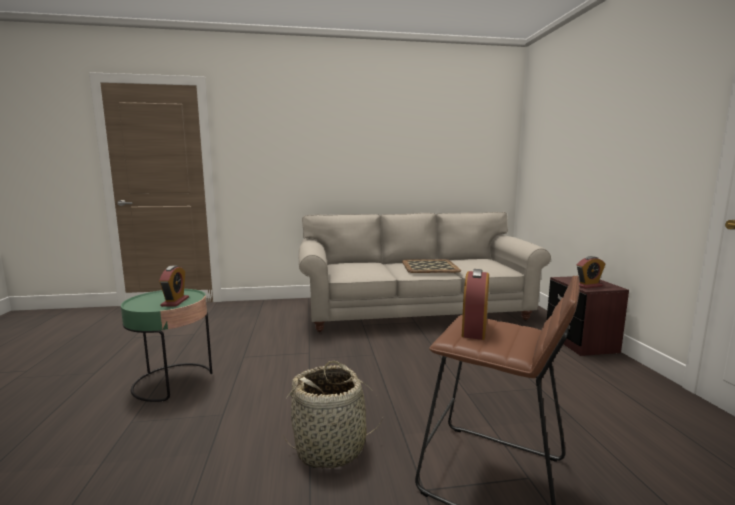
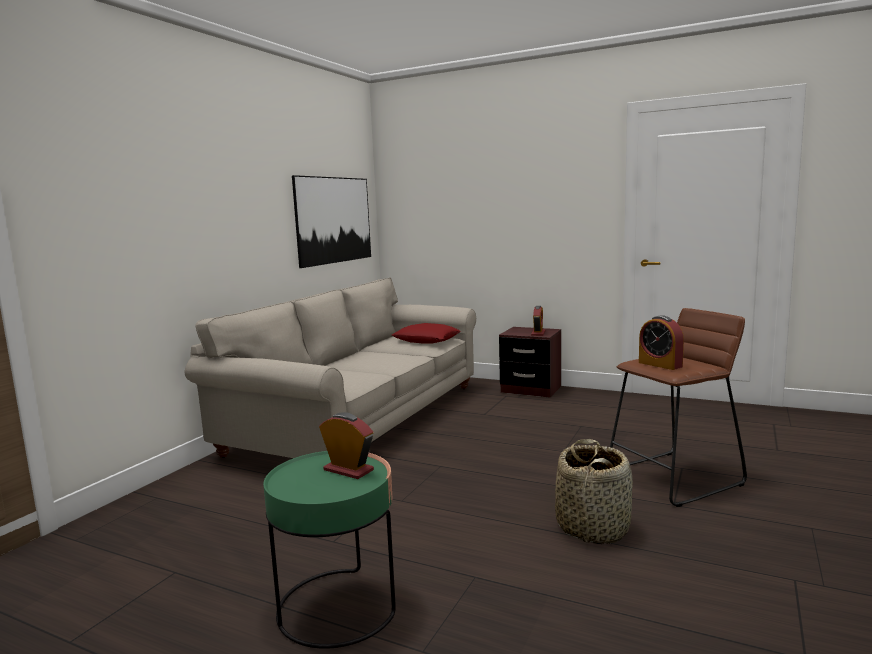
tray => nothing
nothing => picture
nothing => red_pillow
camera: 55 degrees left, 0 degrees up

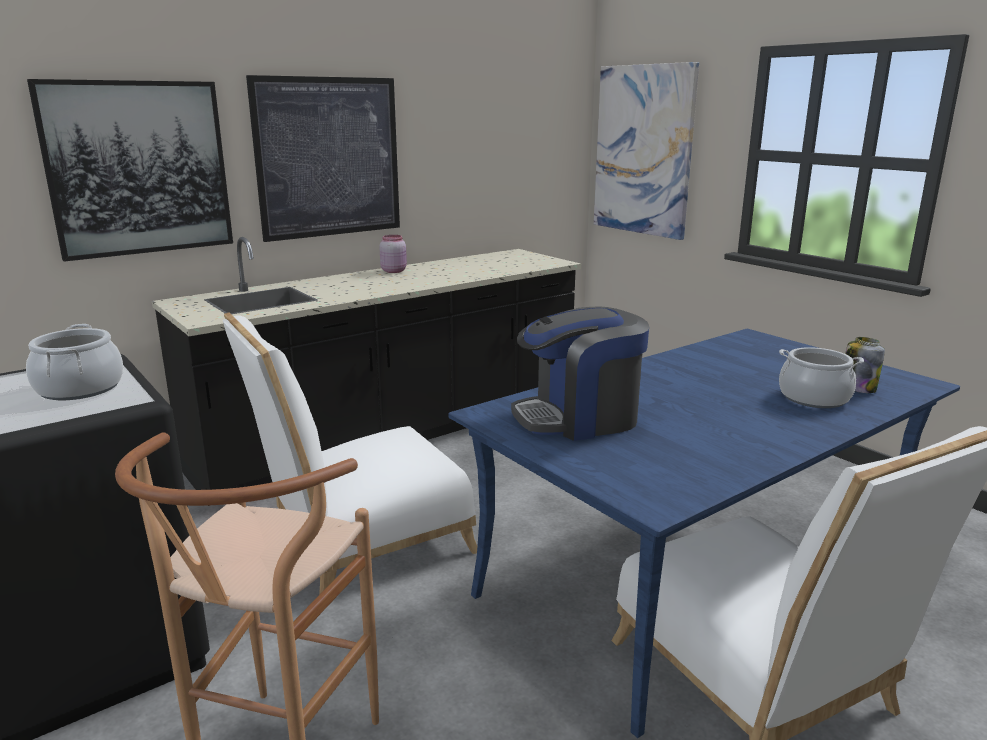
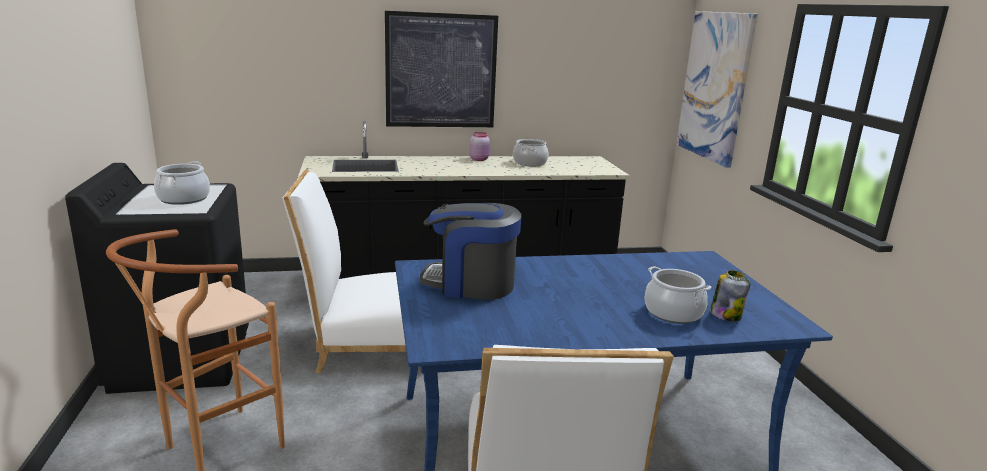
picture (1st from left) => nothing
nothing => cooking_pot (2nd from left)
camera: 25 degrees right, 0 degrees up

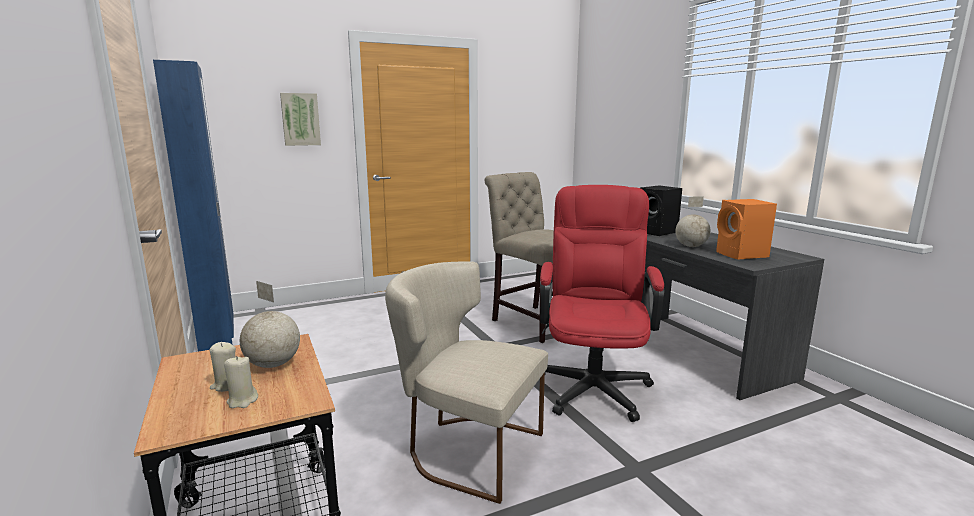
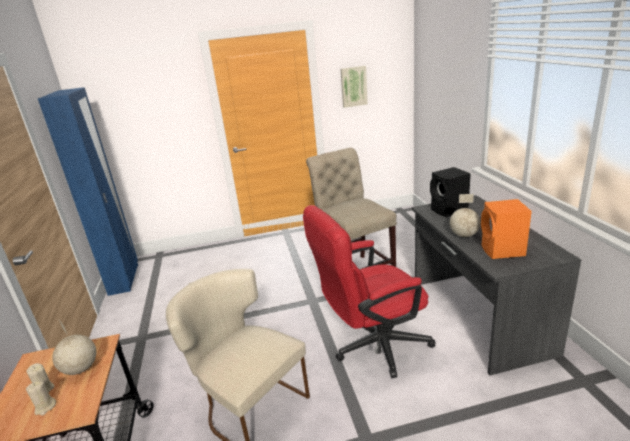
picture, move
red_office_chair, 135 degrees counterclockwise
camera: 15 degrees right, 10 degrees up

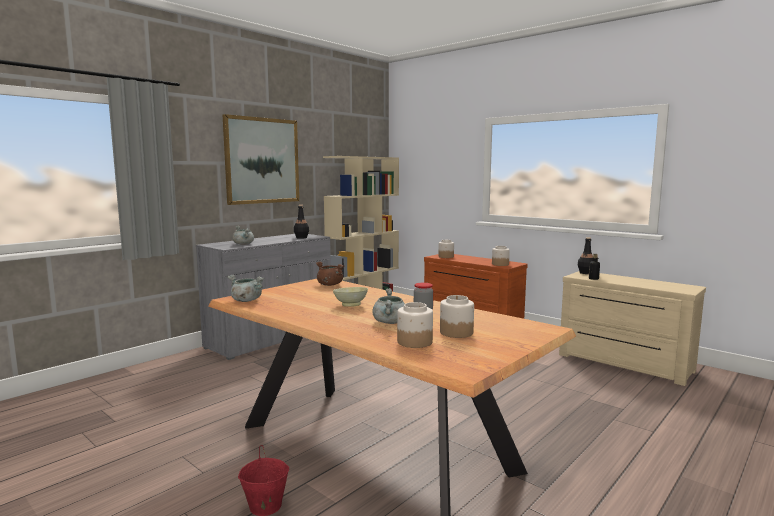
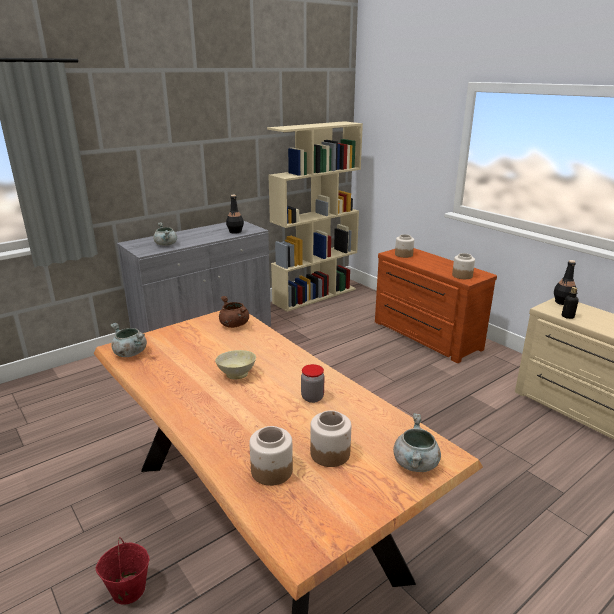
picture => nothing
grey_cooking_pot (3rd from left), move
camera: 10 degrees right, 15 degrees up

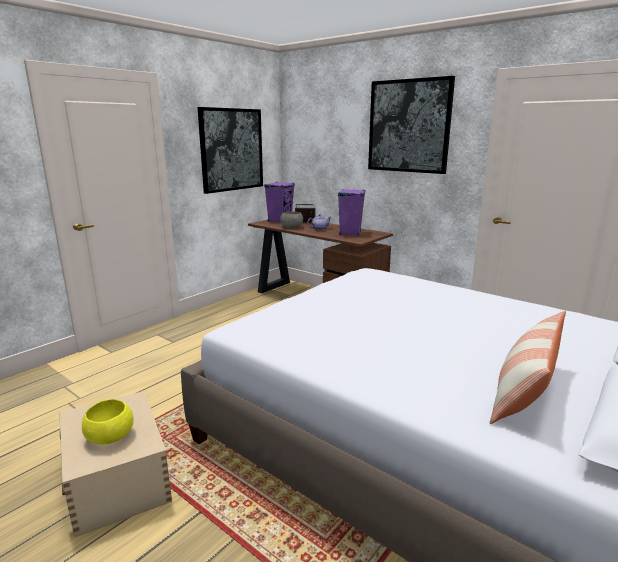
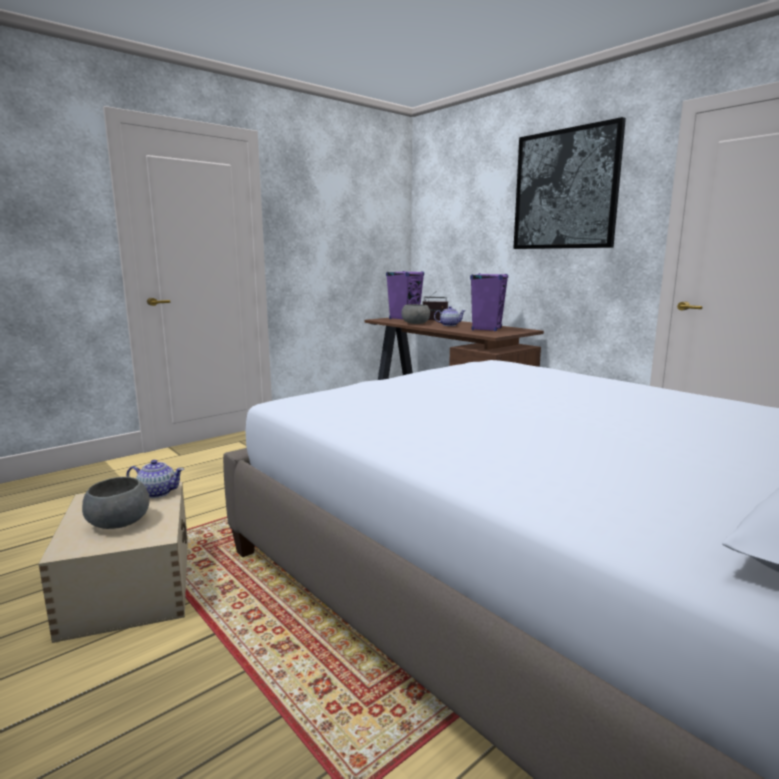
picture (1st from left) => nothing
pillow => nothing
nothing => teapot (1st from left)
yellow_bowl => grey_bowl (1st from left)
camera: 10 degrees right, 5 degrees down

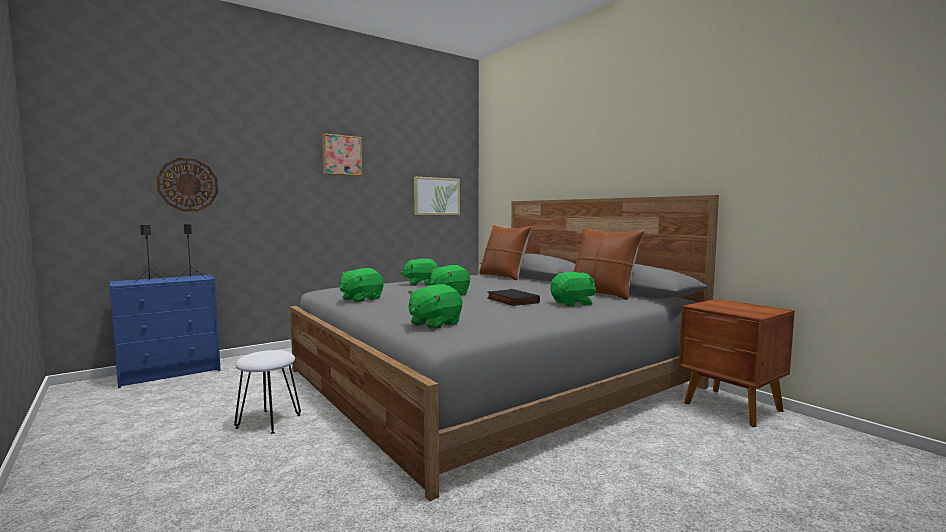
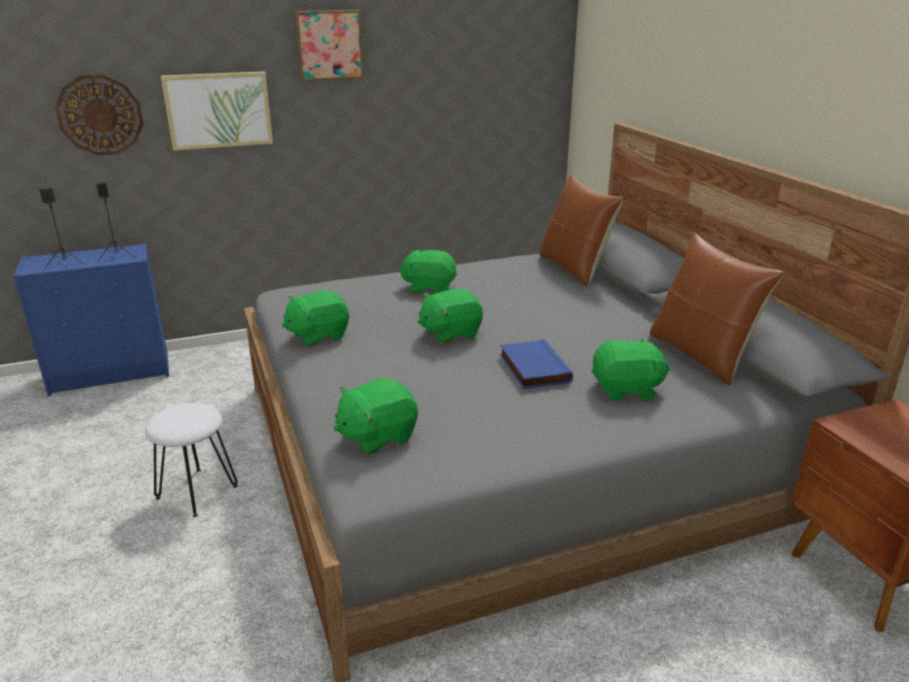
picture (2nd from left in the first image) => picture (1st from left), move
black_book => blue_book
camera: 15 degrees right, 20 degrees up

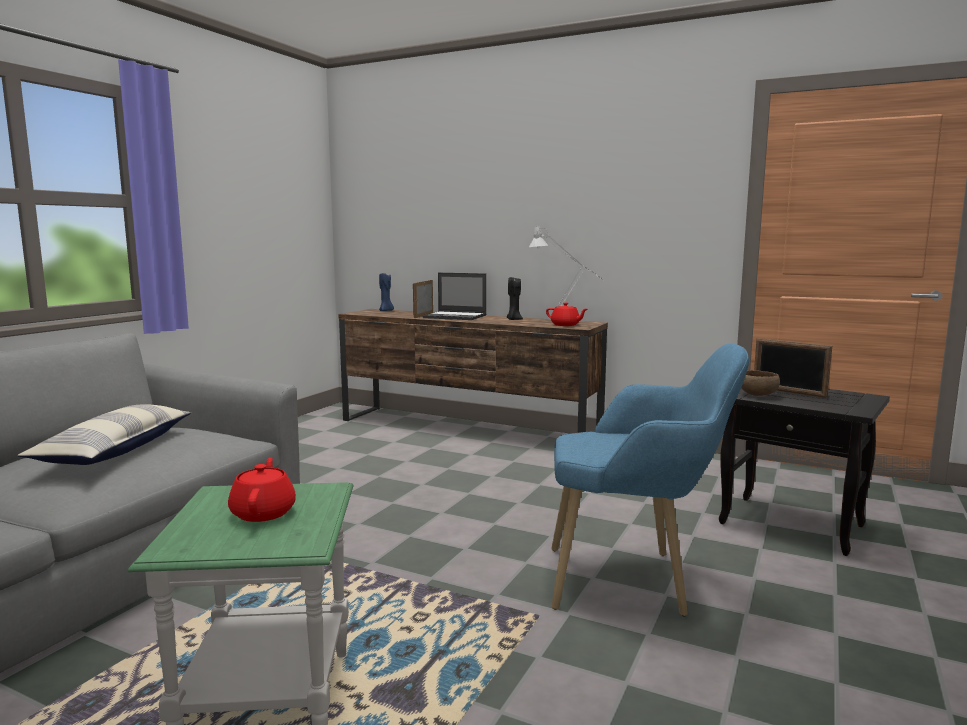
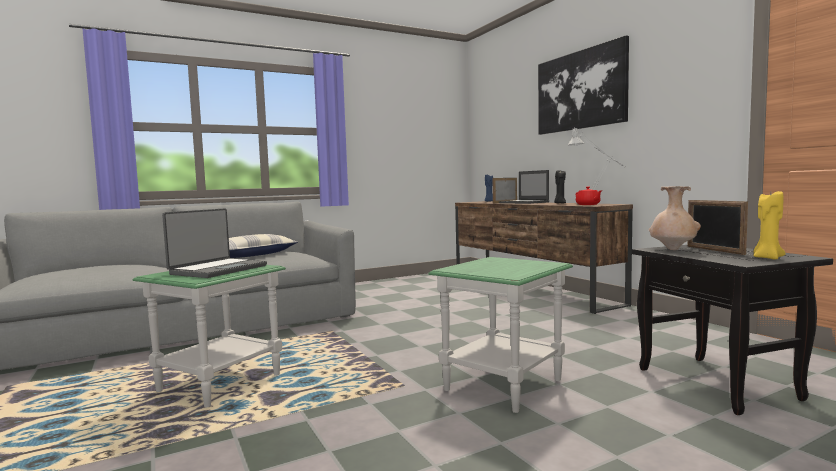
nothing => picture
nothing => yellow_candle
red_teapot (1st from left) => laptop (1st from left)
blue_armchair => green_side_table (2nd from left)
brown_bowl => beige_vase
camera: 35 degrees right, 5 degrees down

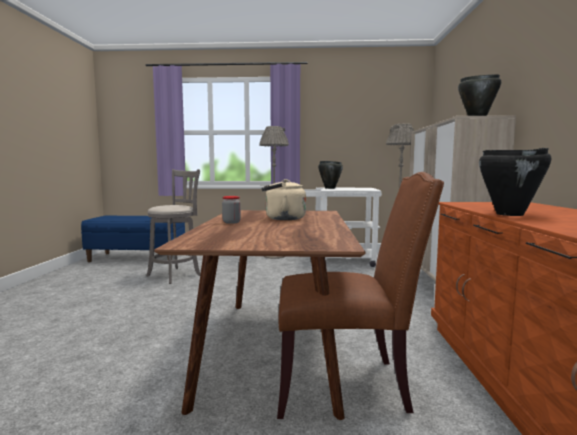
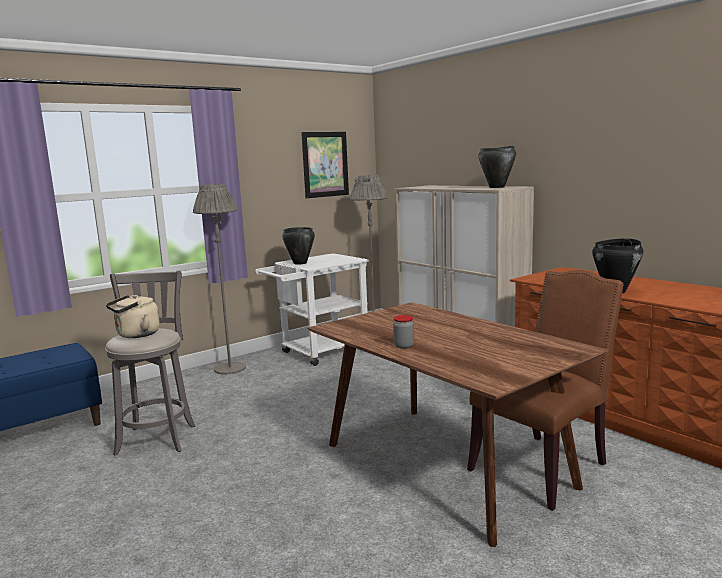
nothing => picture
beige_kettle, move
camera: 40 degrees left, 5 degrees up

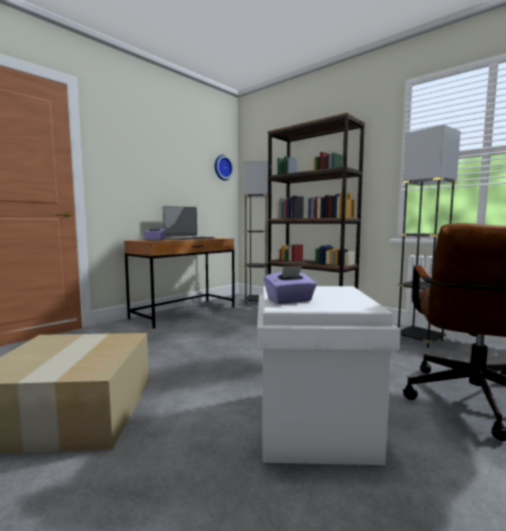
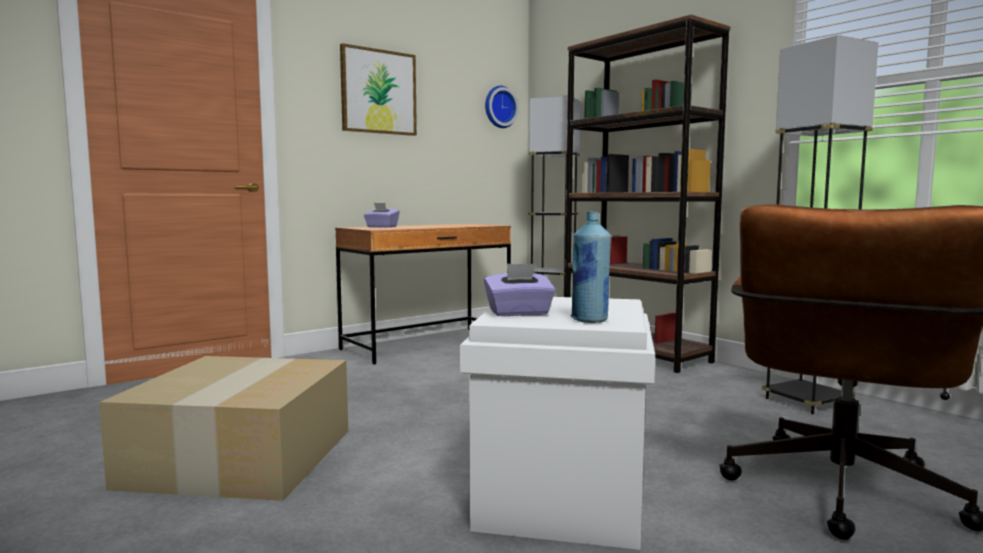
laptop => nothing
nothing => picture
nothing => blue_bottle
camera: 10 degrees right, 0 degrees up

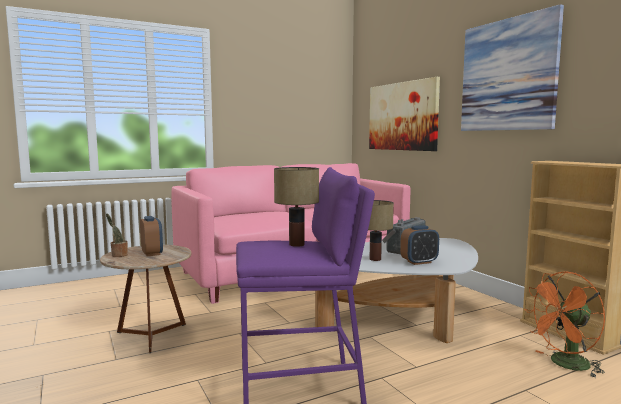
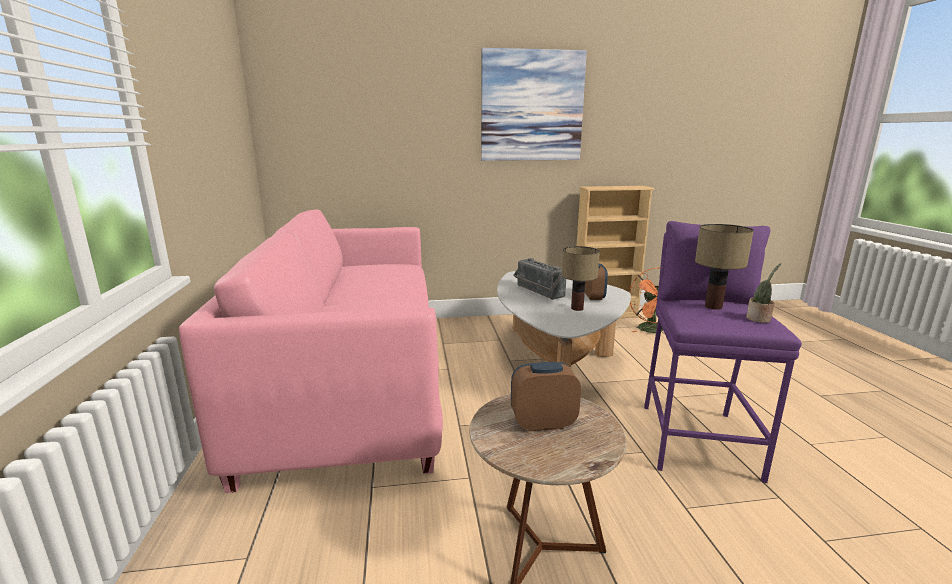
picture (1st from left) => nothing
potted_plant, move
camera: 70 degrees left, 10 degrees up

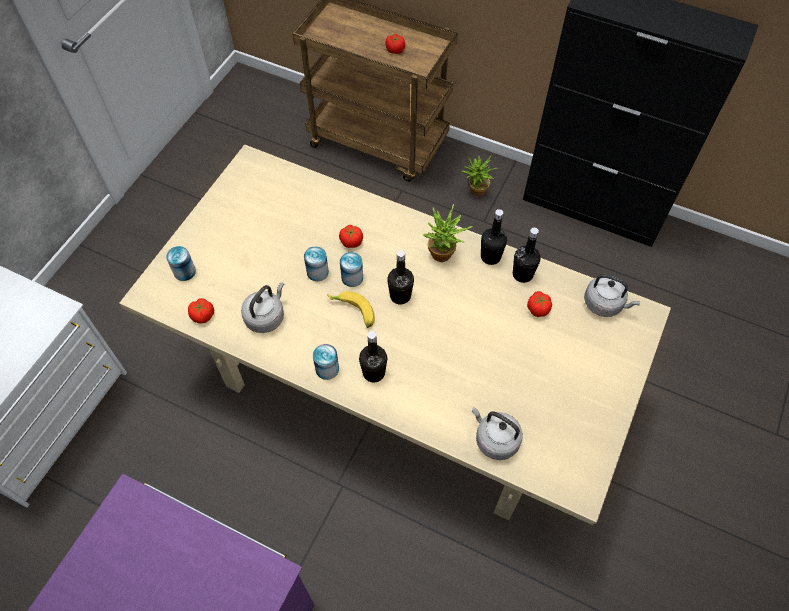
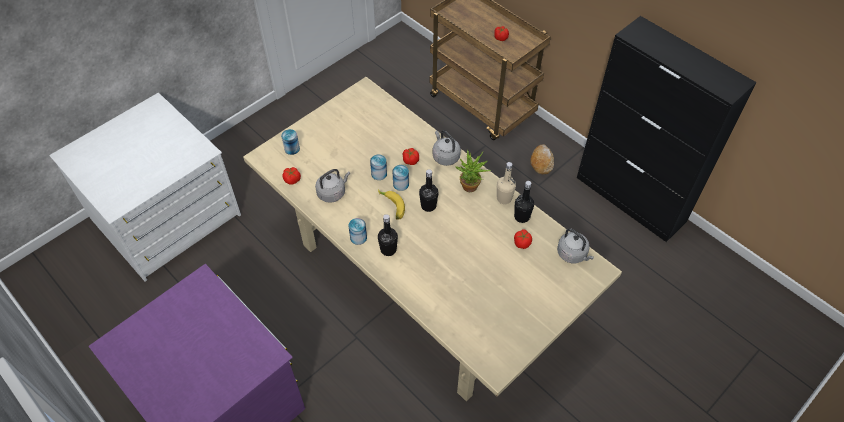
grey_kettle (2nd from left), move
potted_plant (2nd from left) => bread
black_bottle (3rd from left) => beige_bottle
camera: 20 degrees right, 5 degrees down

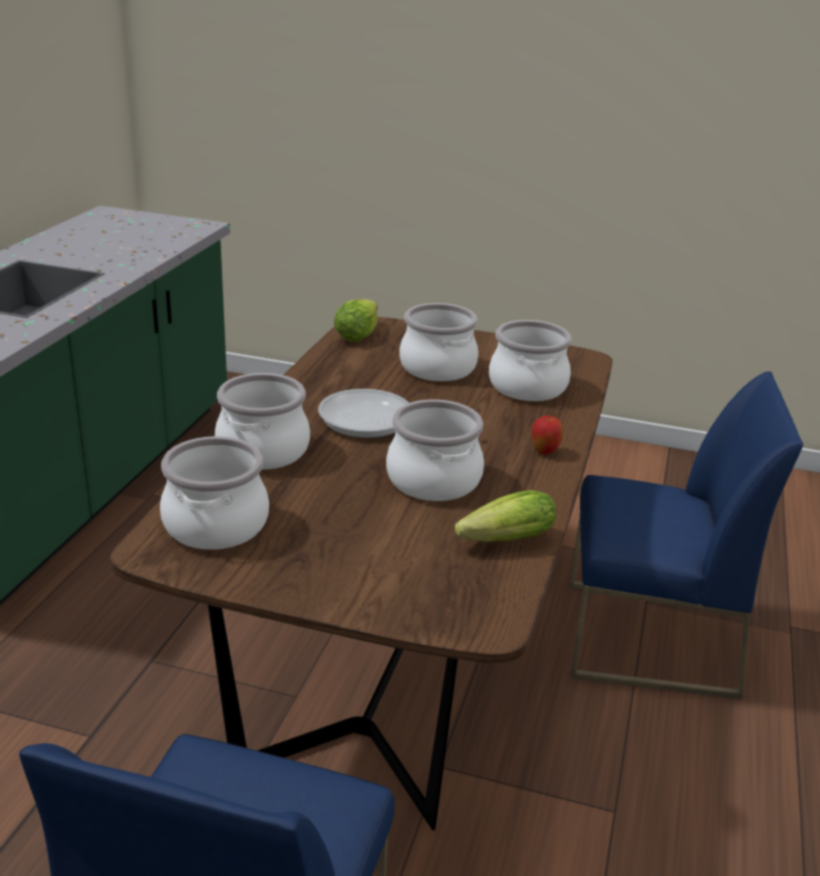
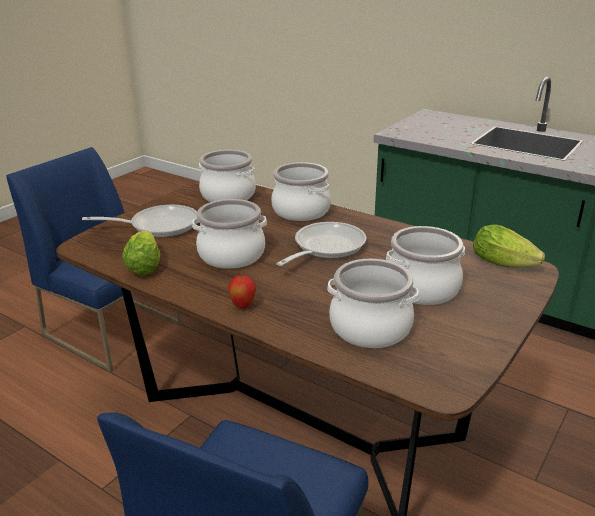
nothing => frying_pan (1st from left)
camera: 110 degrees right, 0 degrees up

